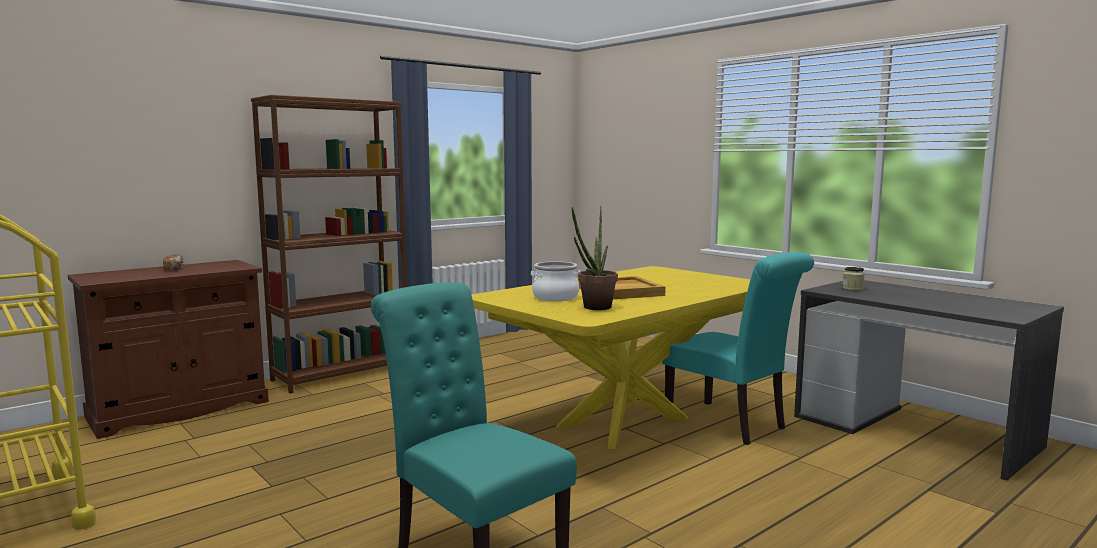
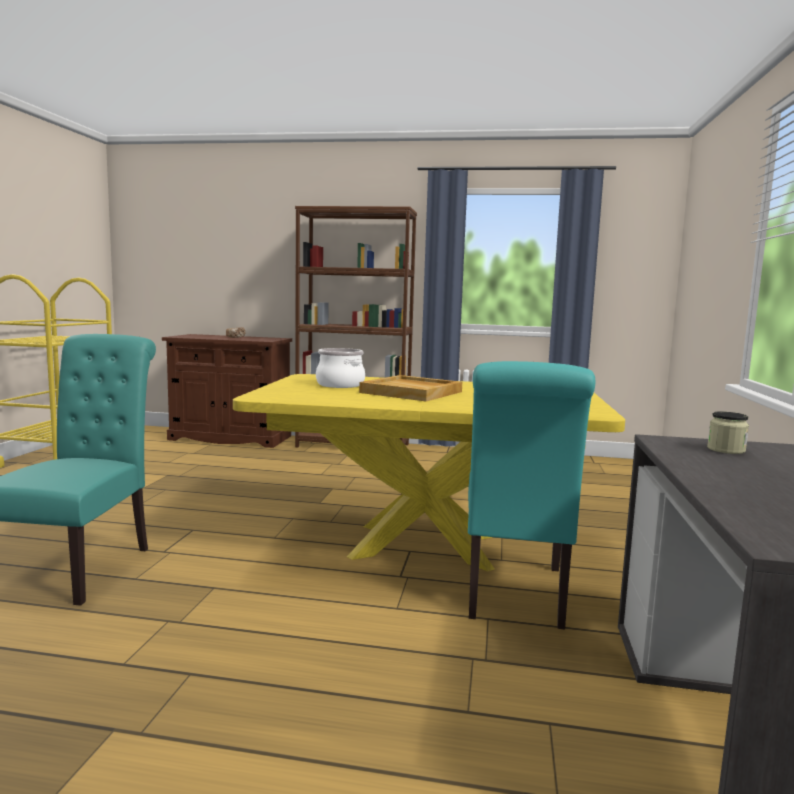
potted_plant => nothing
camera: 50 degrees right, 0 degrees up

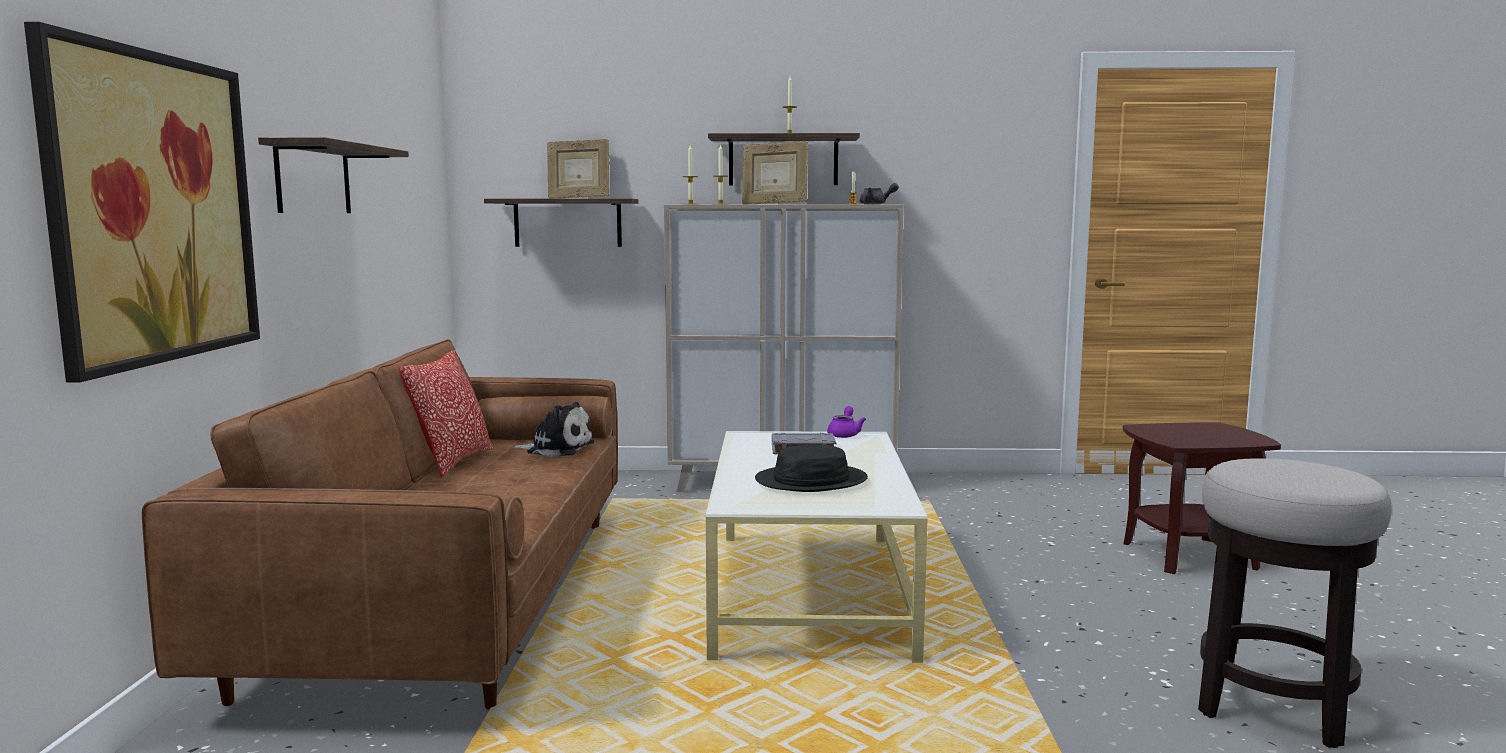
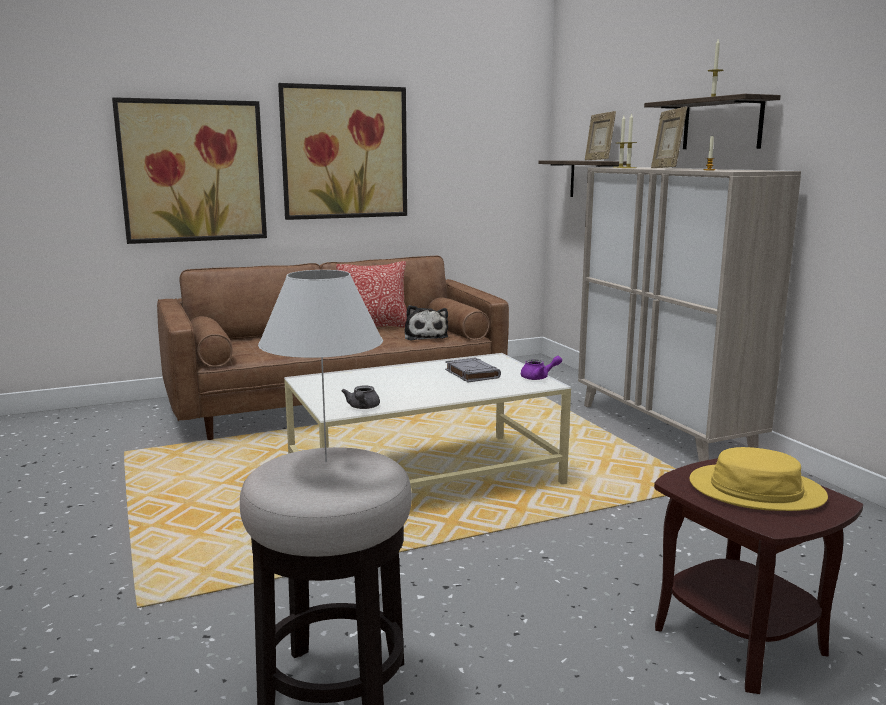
black_hat => nothing
nothing => white_table_lamp
nothing => yellow_hat
grey_teapot, move
shelf (1st from left) => picture (2nd from left)
camera: 65 degrees right, 5 degrees up

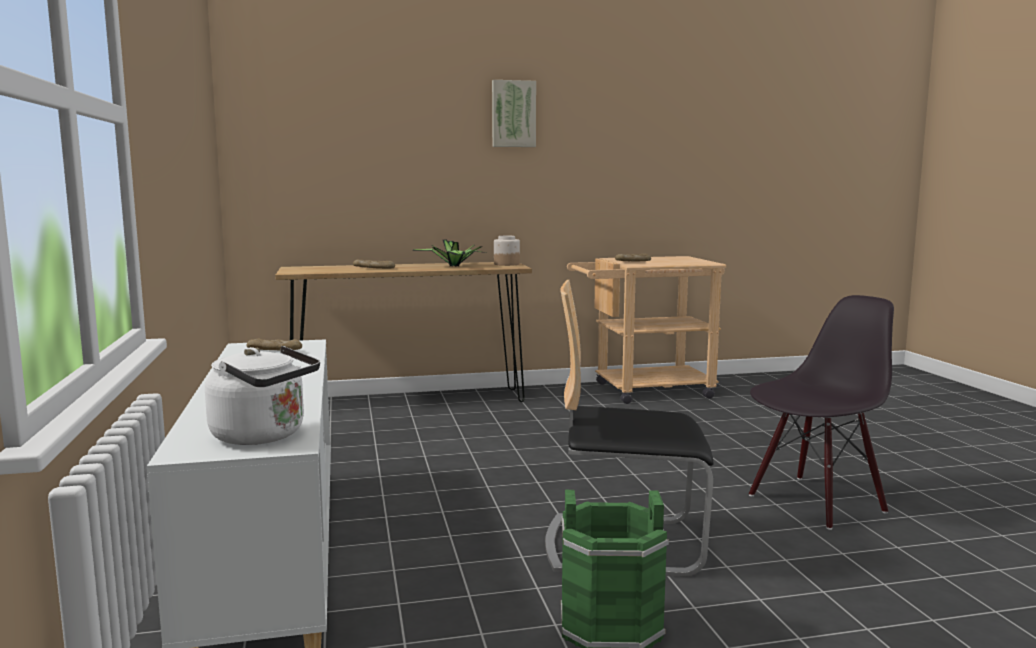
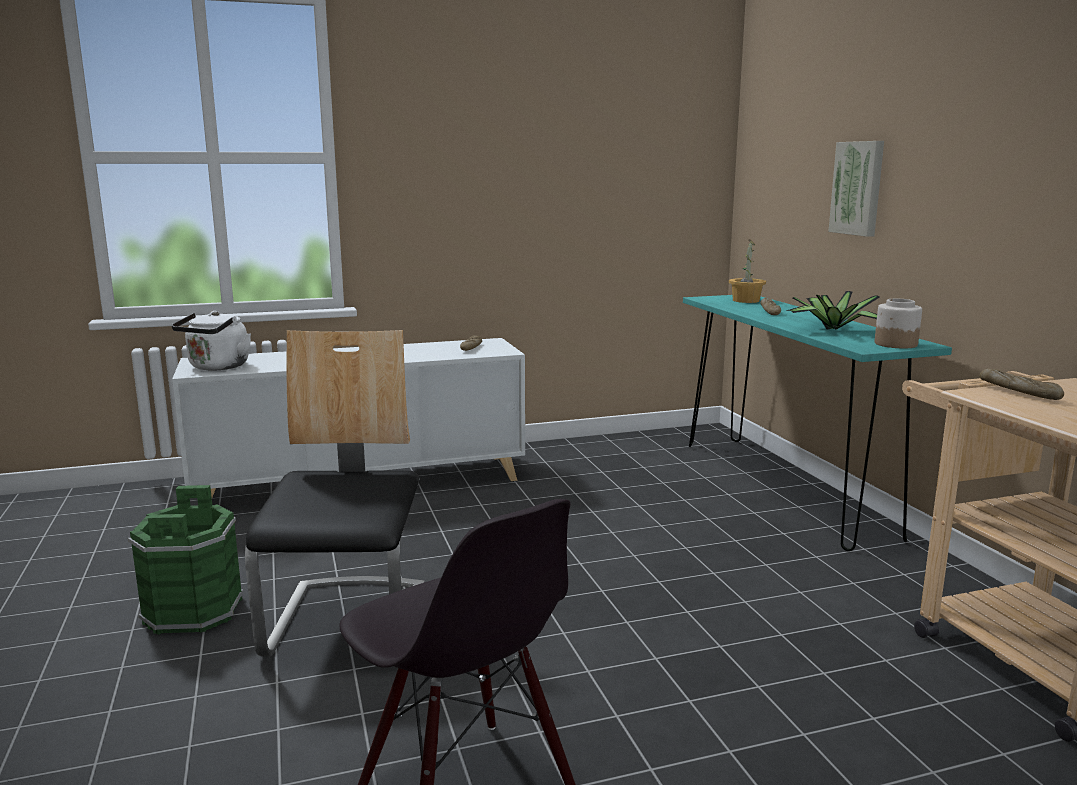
nothing => potted_plant (1st from left)
picture, move
brown_console_table => turquoise_console_table
camera: 85 degrees right, 5 degrees up

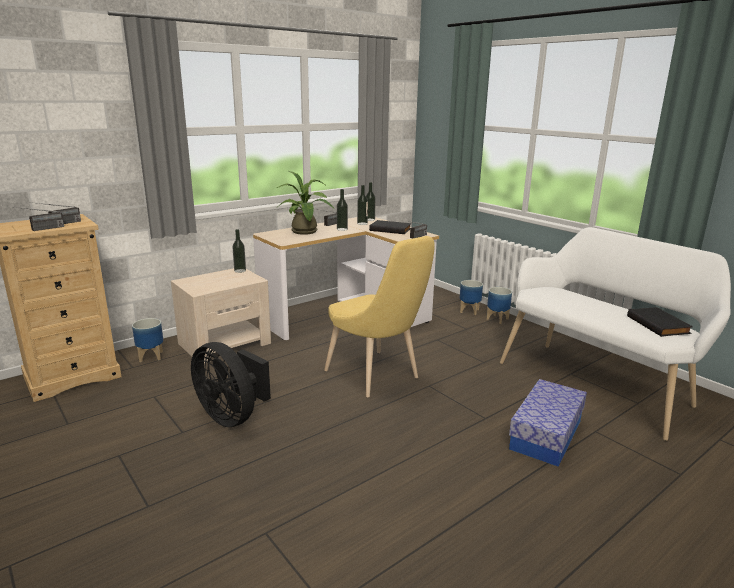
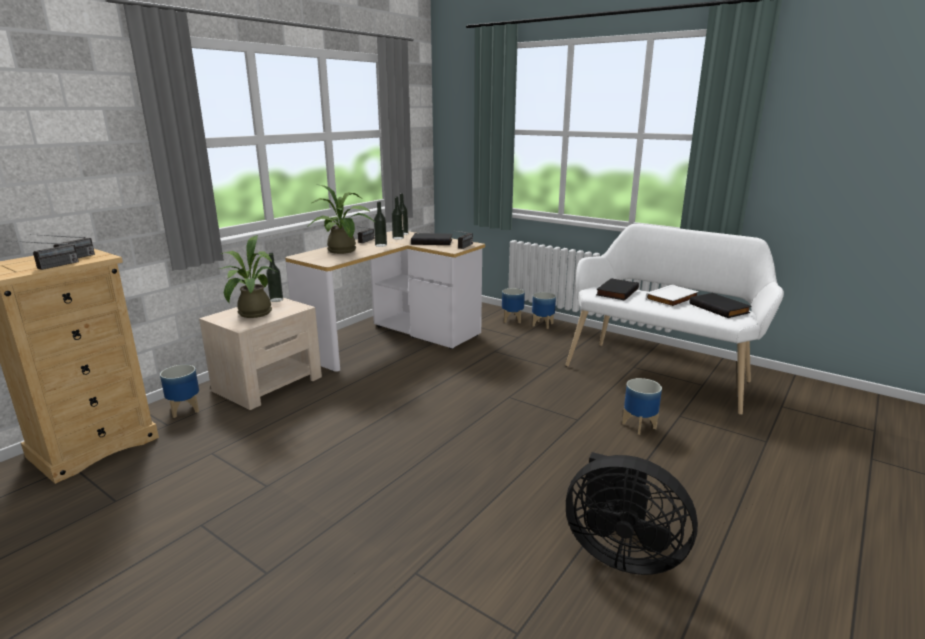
yellow_chair => nothing
nothing => potted_plant (1st from left)
nothing => black_book (2nd from left)
nothing => white_book
black_fan, move
storage_box => planter (4th from left)
camera: 15 degrees left, 0 degrees up

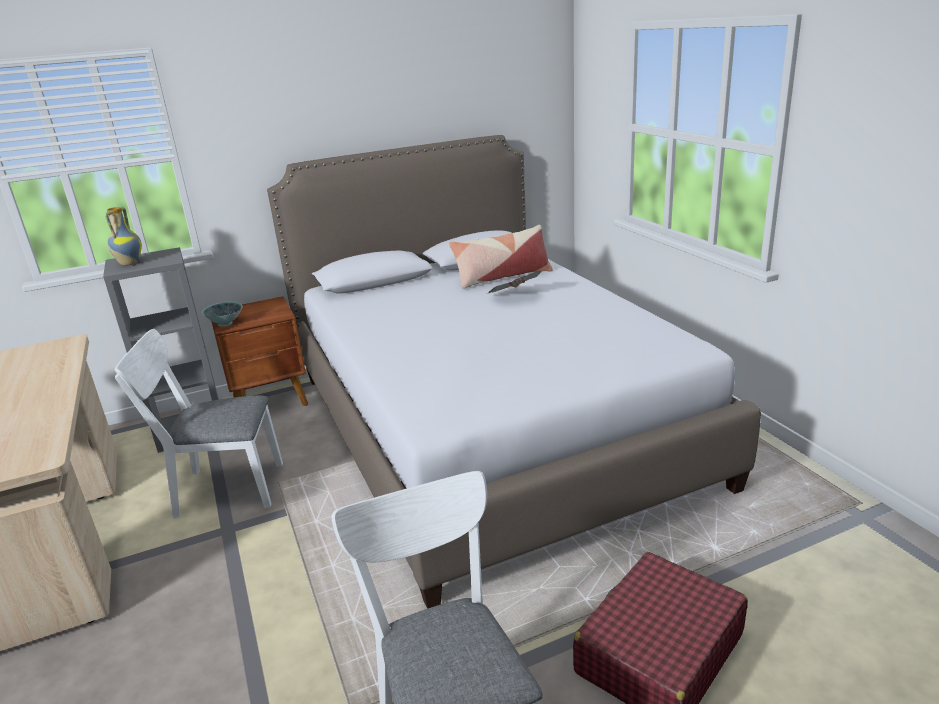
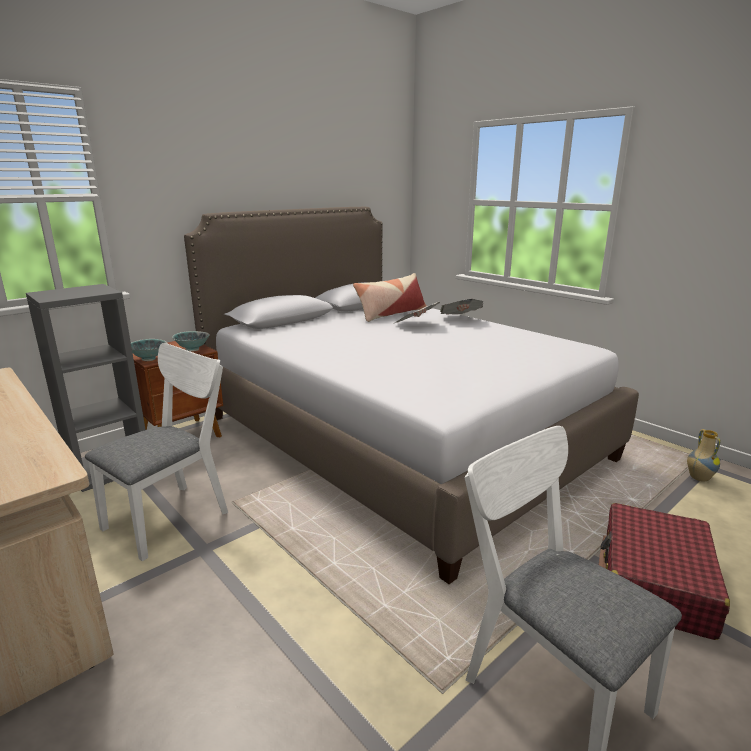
nothing => bowl (2nd from left)
nothing => newspaper (2nd from left)
vase, move
white_chair (1st from left), 150 degrees clockwise
camera: 20 degrees left, 5 degrees down

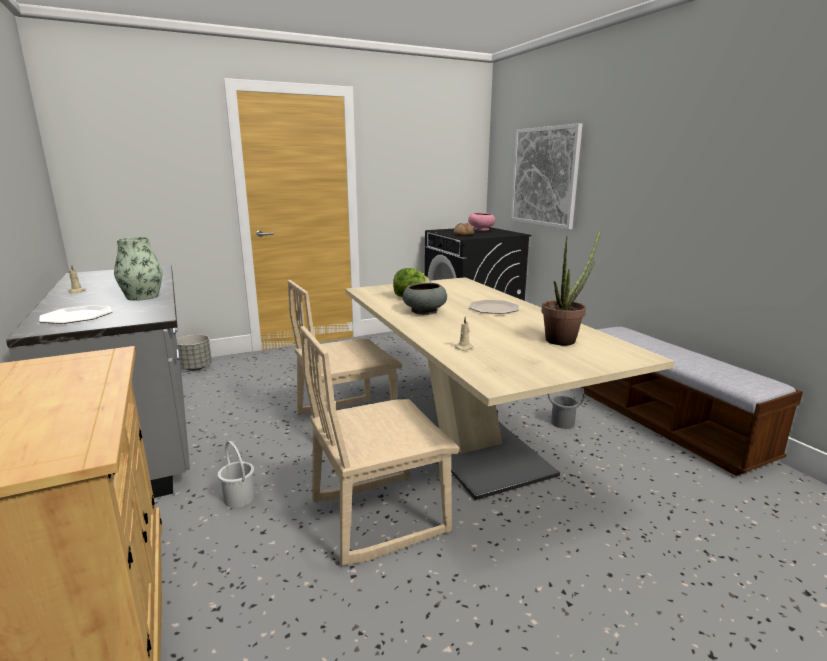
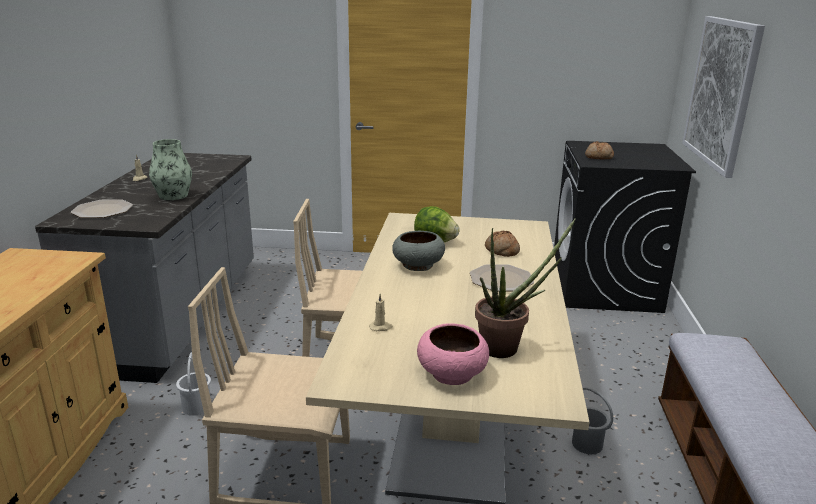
grey_planter => nothing
nothing => bread (1st from left)
pink_bowl, move
camera: 30 degrees right, 5 degrees up

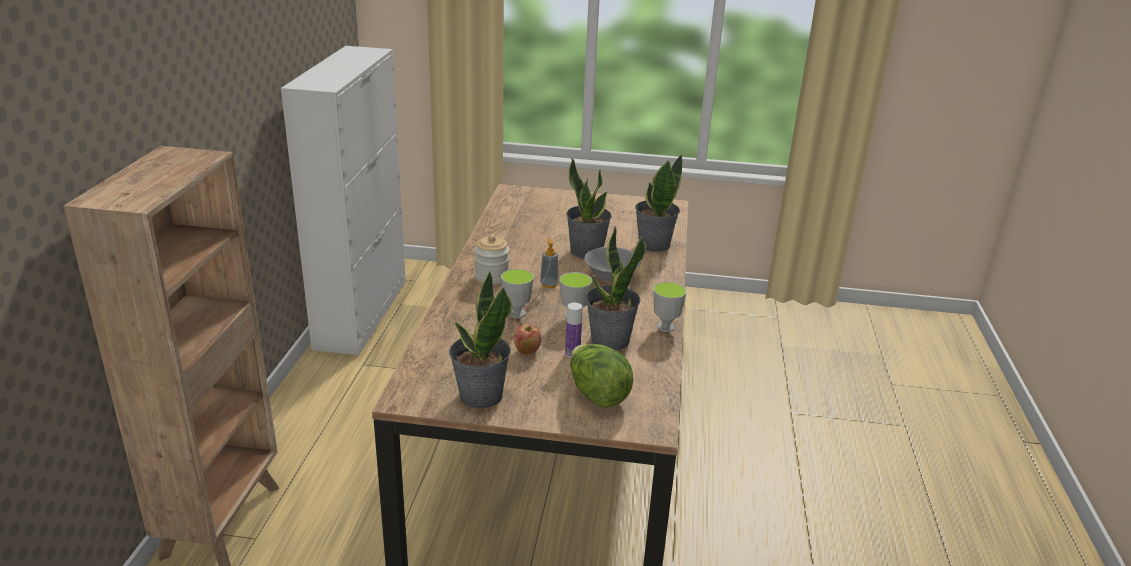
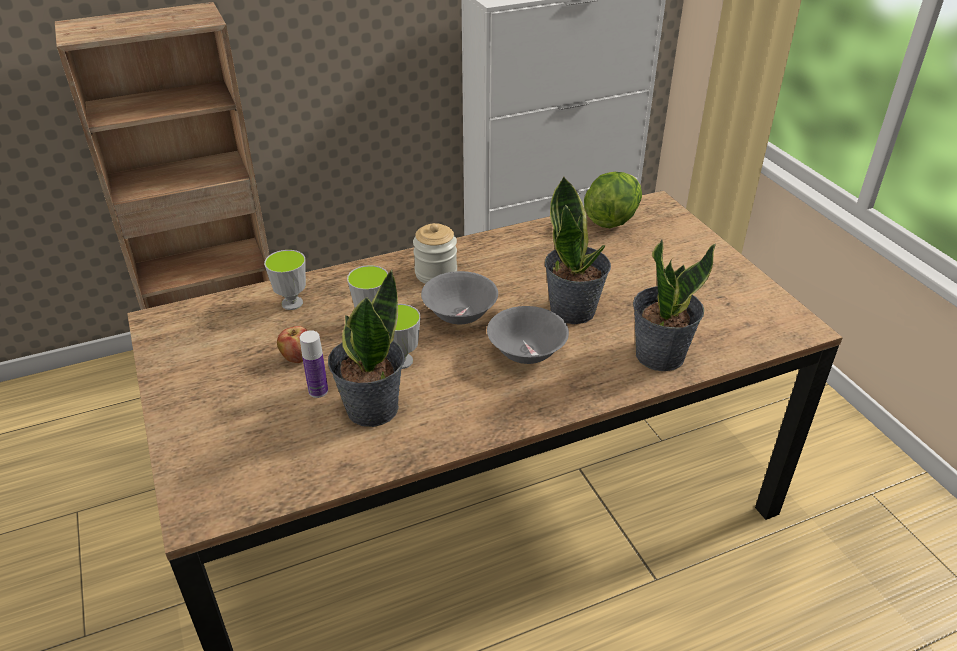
potted_plant (1st from left) => nothing
lettuce, move
cup (3rd from left in the first image) => cup (1st from left), move
soap_dispenser => grey_bowl (1st from left)
camera: 60 degrees right, 10 degrees up

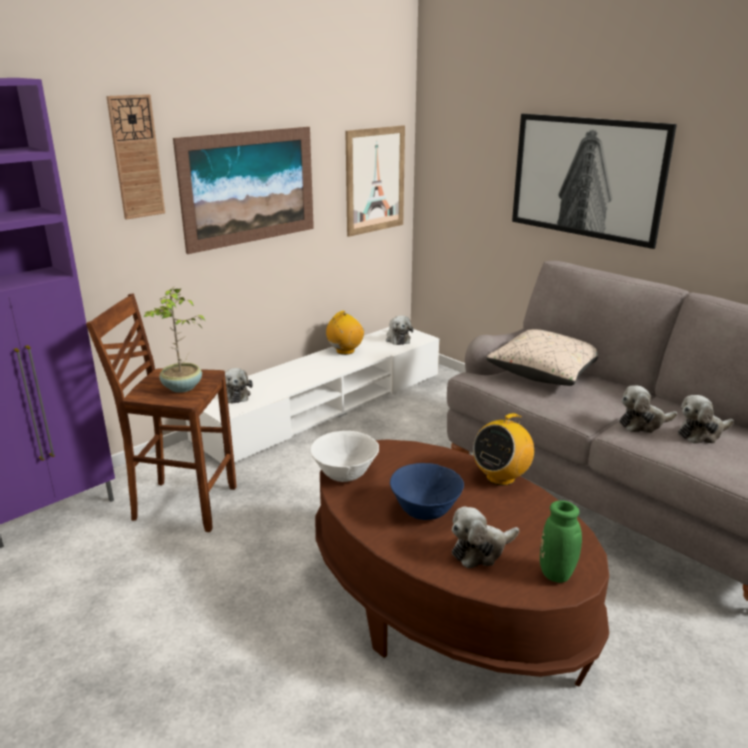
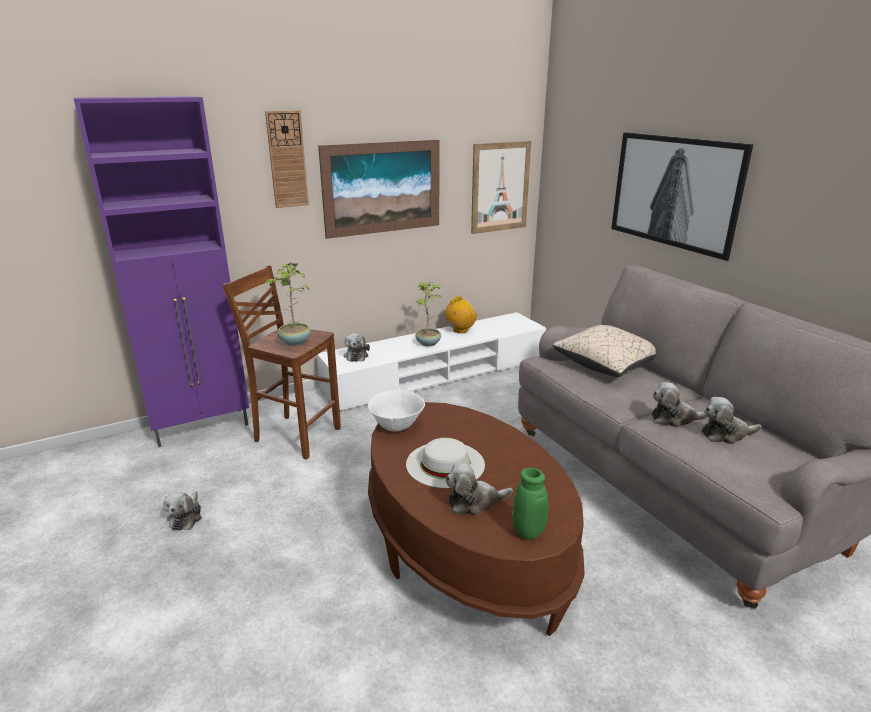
radio (2nd from left) => nothing
nothing => potted_plant (2nd from left)
plush_toy (2nd from left in the first image) => plush_toy (1st from left), move
blue_bowl => white_hat
camera: 15 degrees right, 0 degrees up

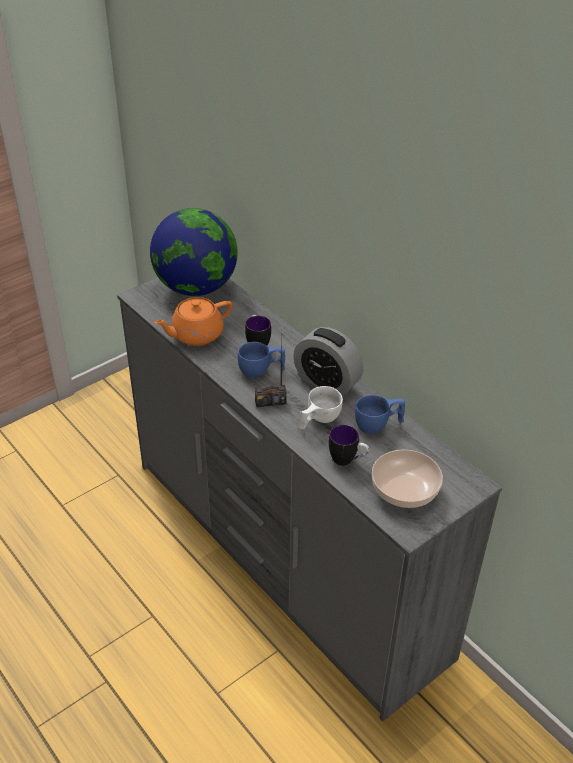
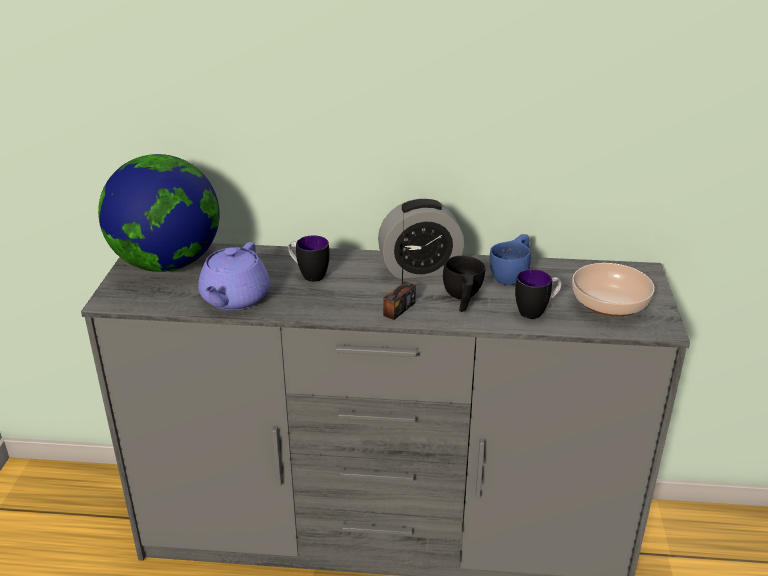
blue_cup (1st from left) => nothing
orange_teapot => purple_teapot
white_cup => black_cup
camera: 45 degrees left, 10 degrees down

